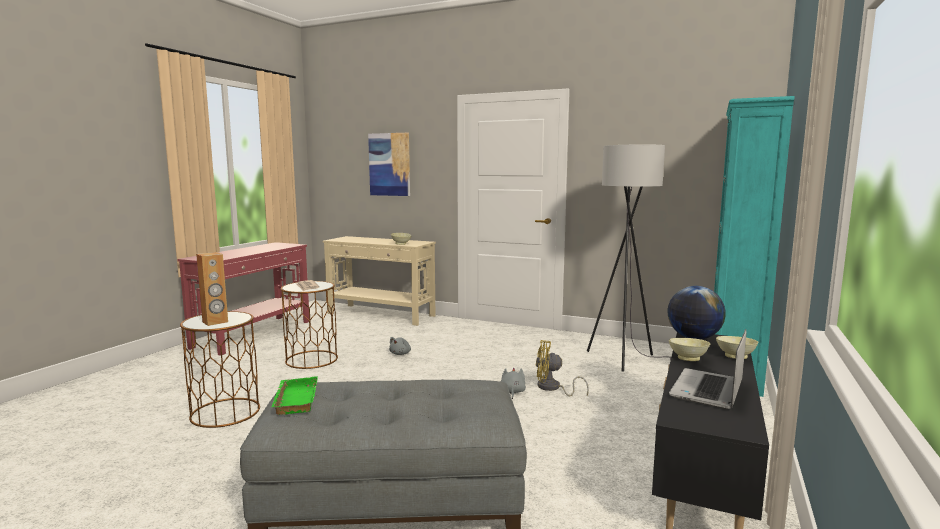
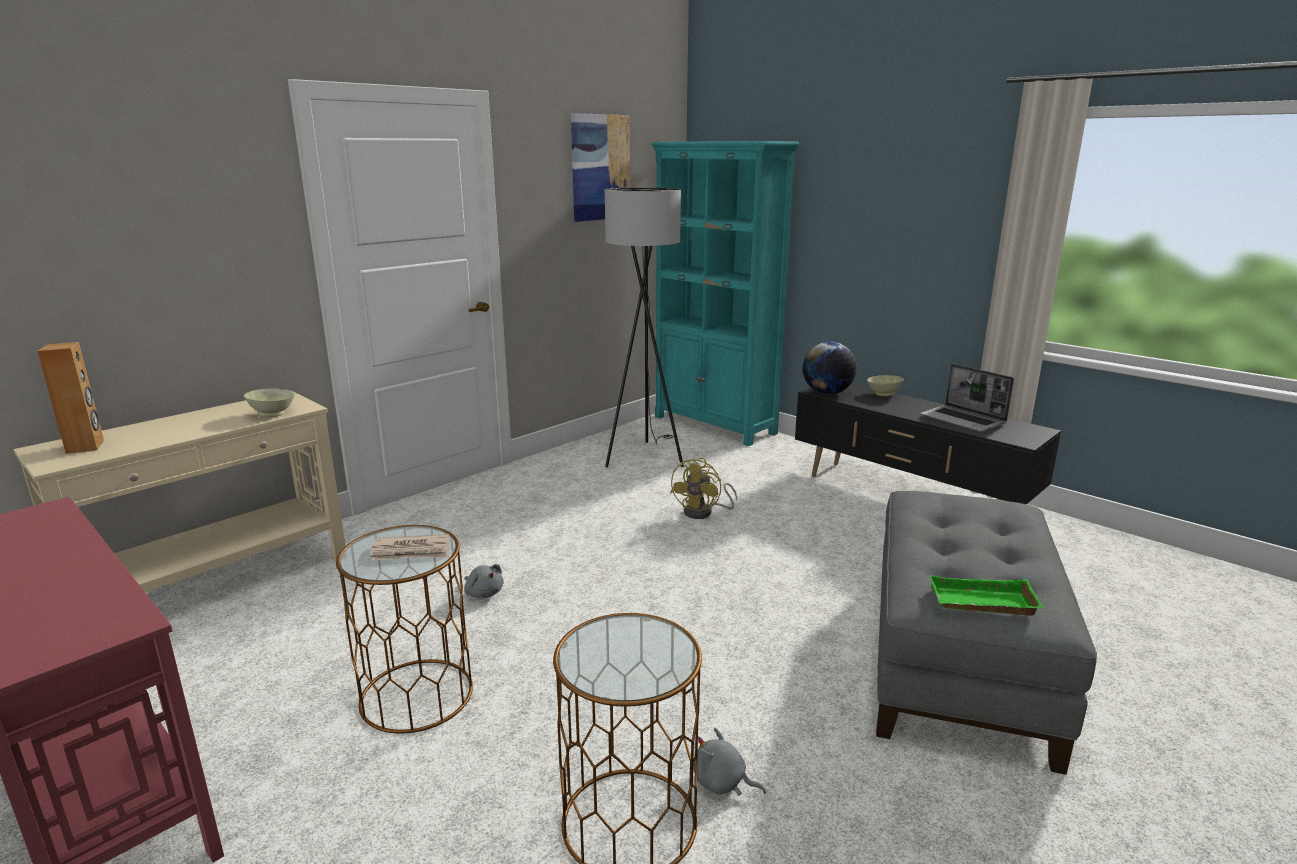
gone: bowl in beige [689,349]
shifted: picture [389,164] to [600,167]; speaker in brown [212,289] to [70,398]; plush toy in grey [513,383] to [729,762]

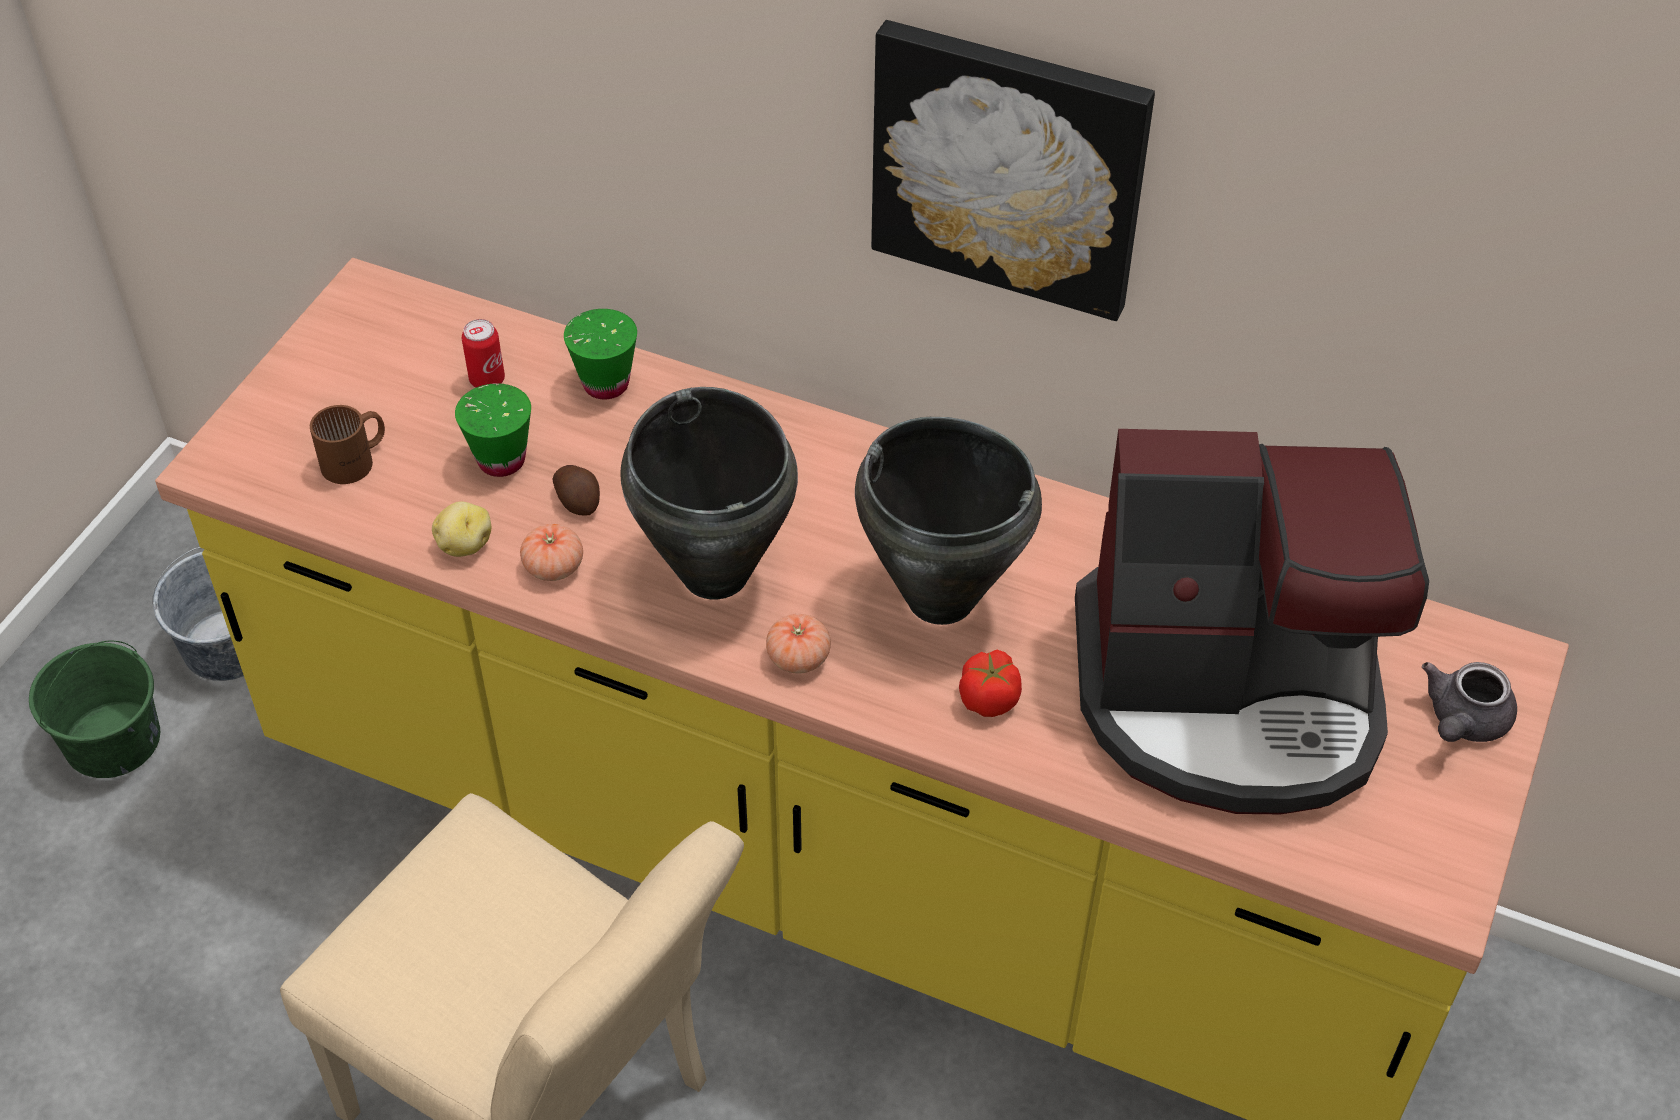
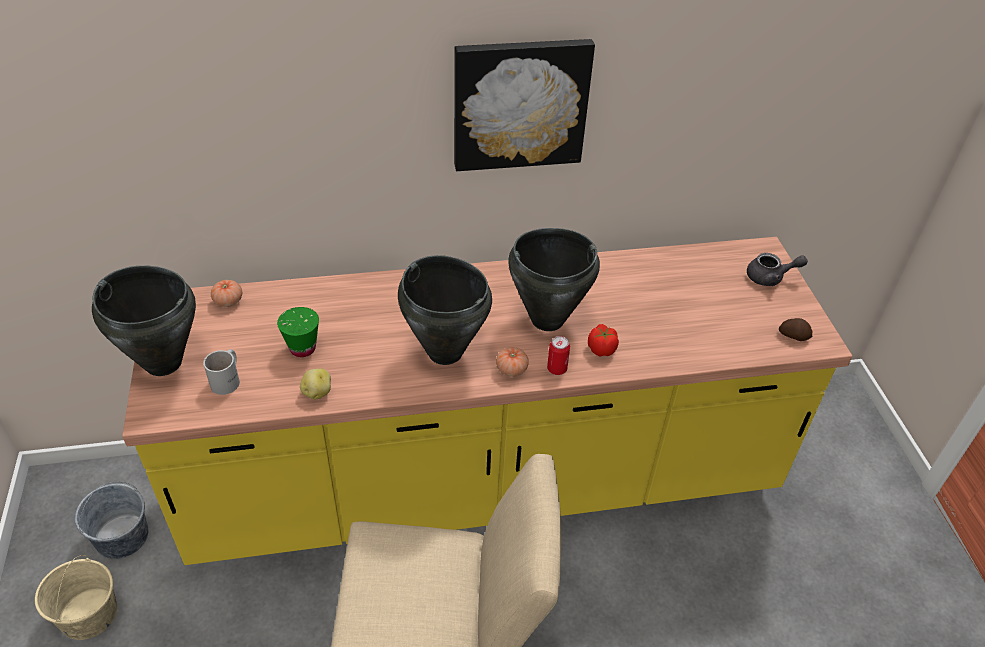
gone: cup in green [600,354]; coffee machine [1252,621]
new: cooking pot in black [144,321]
shifted: can [483,353] to [558,355]; potato [576,490] to [796,329]; tomato [551,552] to [226,293]
repainted: mug in brown [347,444] to mug in white [221,372]; bucket in green [94,709] to bucket in beige [76,597]
rotated: teapot in grey [1469,702] = [777,269] 90 degrees counterclockwise

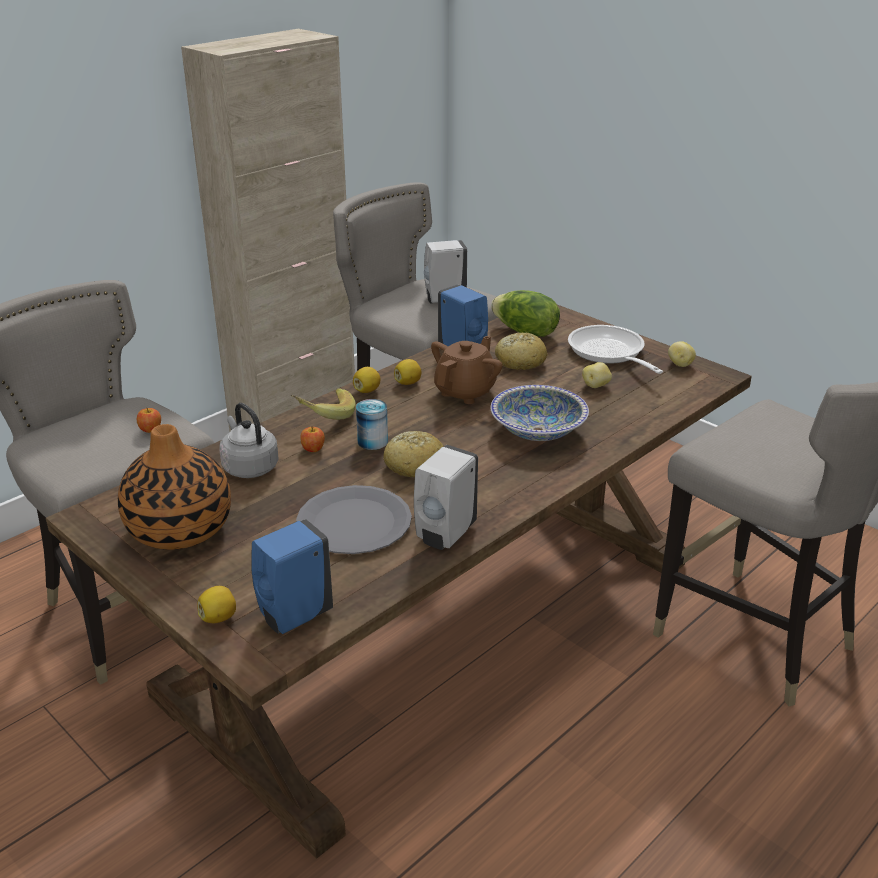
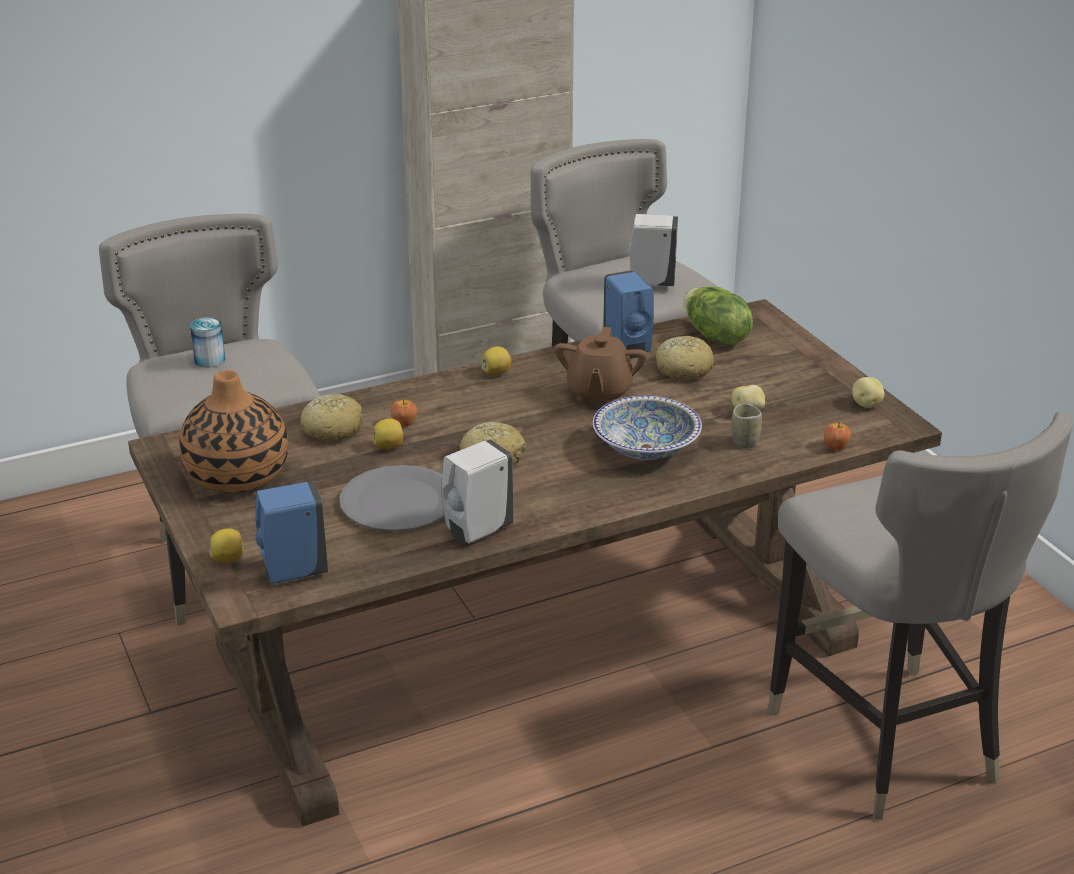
gone: frying pan [615,349]; banana [323,404]
new: cup [746,425]
shifted: lemon [407,372] to [387,433]; can [372,424] to [207,342]; apple [149,420] to [837,436]
swapped: kettle in grey [249,440] to bread [332,417]
rotated: teapot in brown [466,370] = [600,365] 135 degrees clockwise

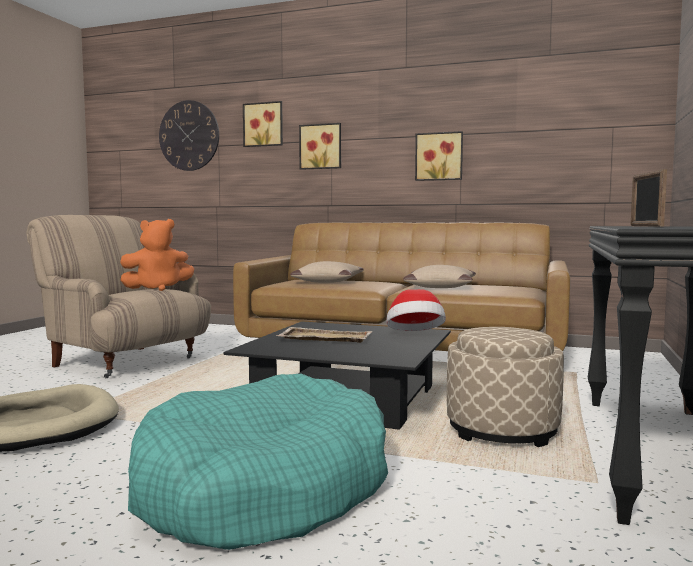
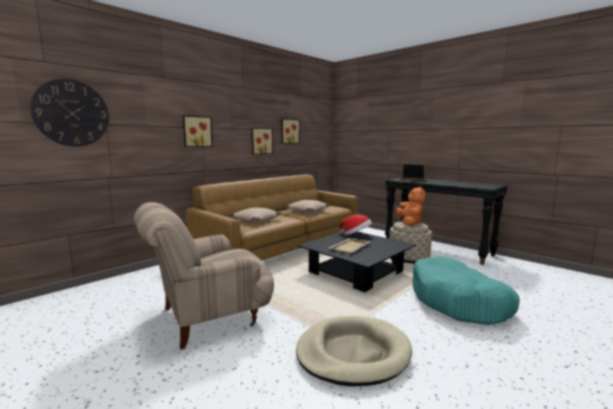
shifted: picture [263,124] to [290,131]; plush toy in orange [157,255] to [410,206]

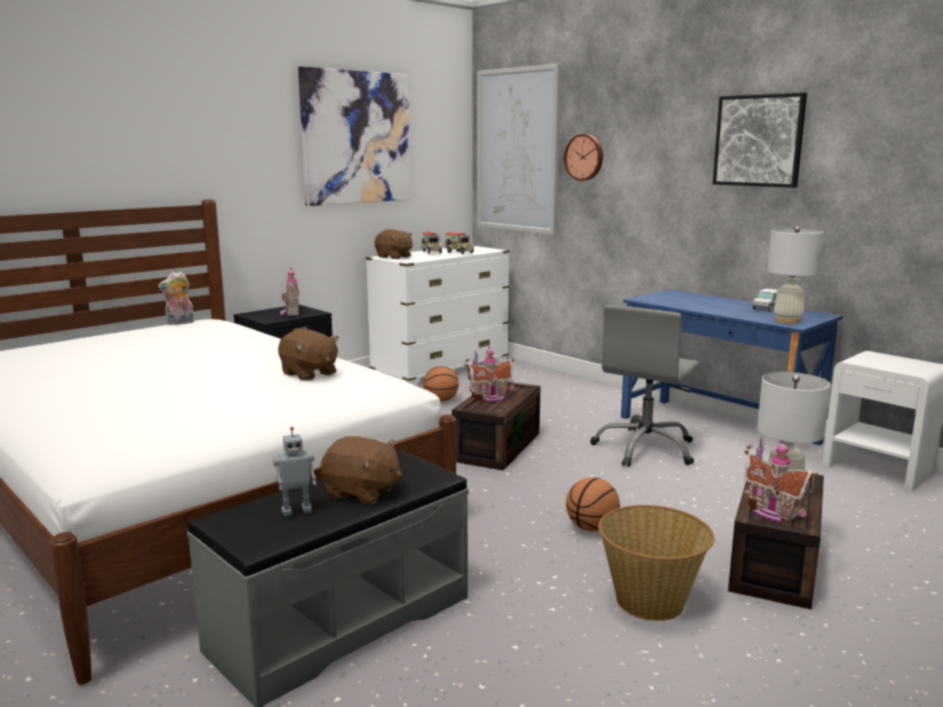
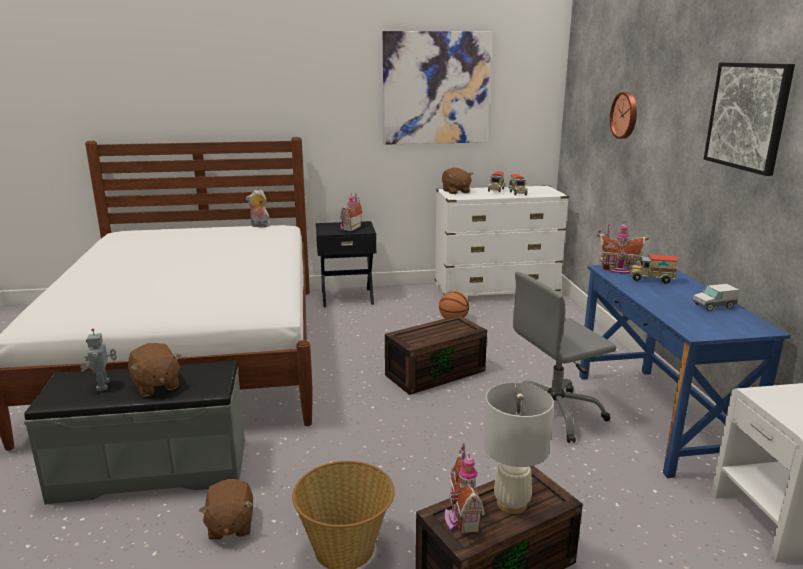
gone: picture [519,149]; table lamp in white [795,275]; basketball [593,504]
new: toy truck [653,269]
shifted: plush toy in brown [308,355] to [226,509]; toy house [490,374] to [623,247]
rotated: toy robot [294,472] = [98,360] 60 degrees clockwise

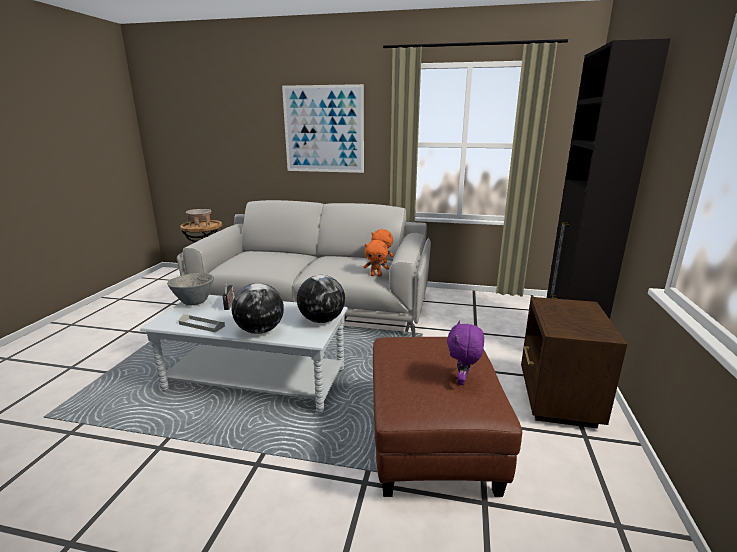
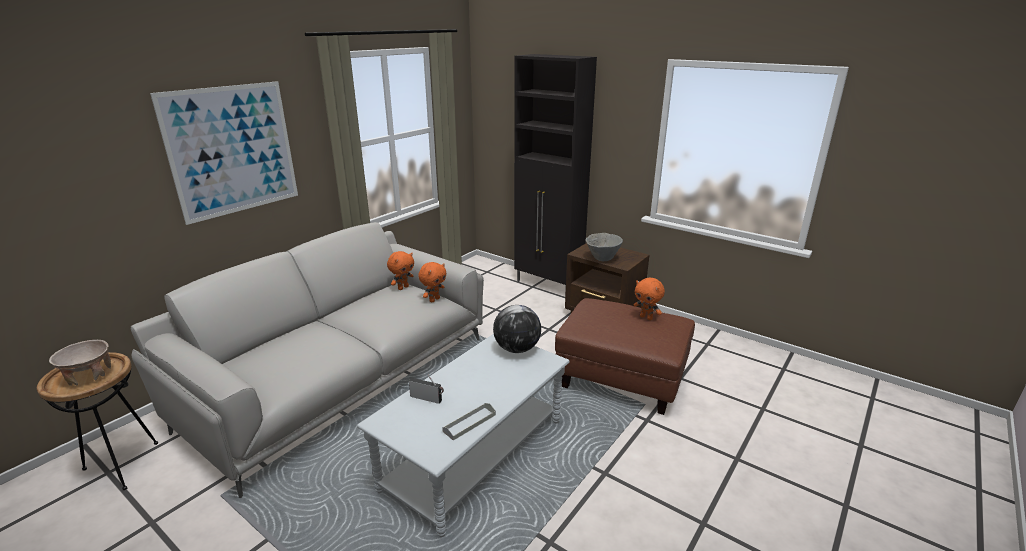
gone: globe [258,308]
shifted: bowl in grey [190,289] to [604,247]
repainted: plush toy in purple [465,353] to plush toy in orange [649,299]

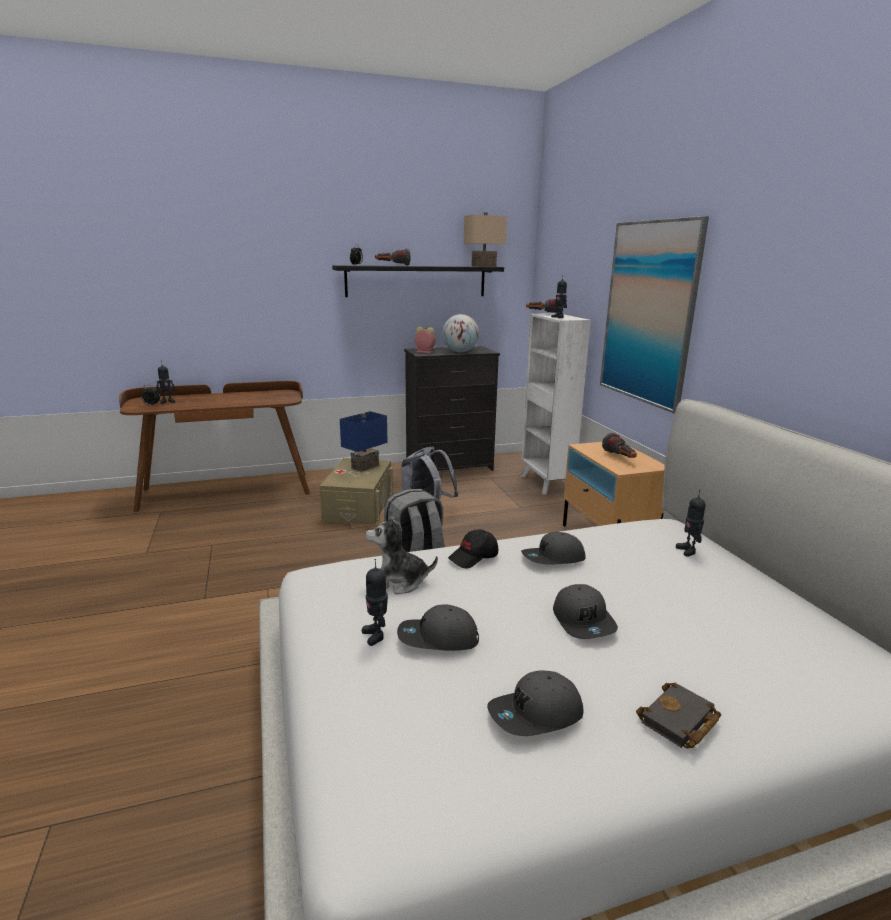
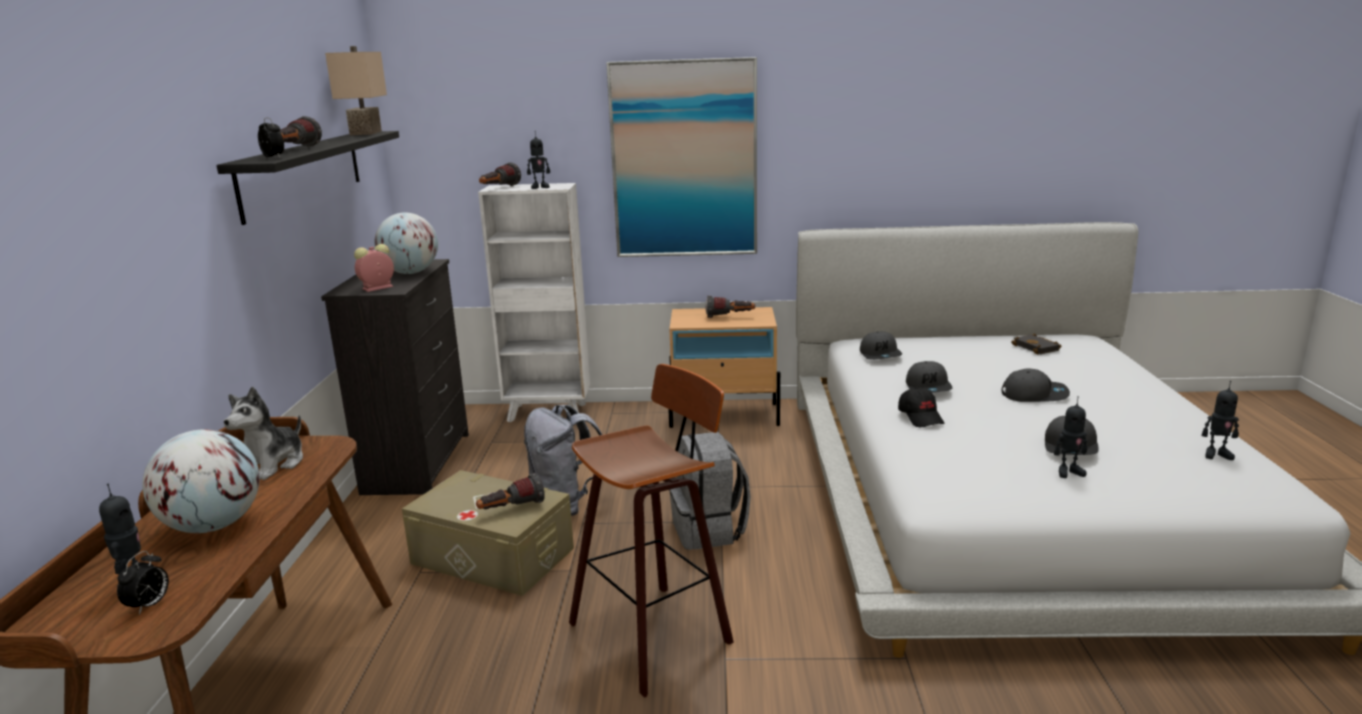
gone: table lamp in blue [364,441]
new: stool [651,531]; globe [201,481]; flashlight [510,491]
shifted: toy robot [691,523] to [1220,420]; plush toy [401,554] to [263,433]; cap in grey [535,703] to [881,345]; book in black [678,716] to [1036,344]

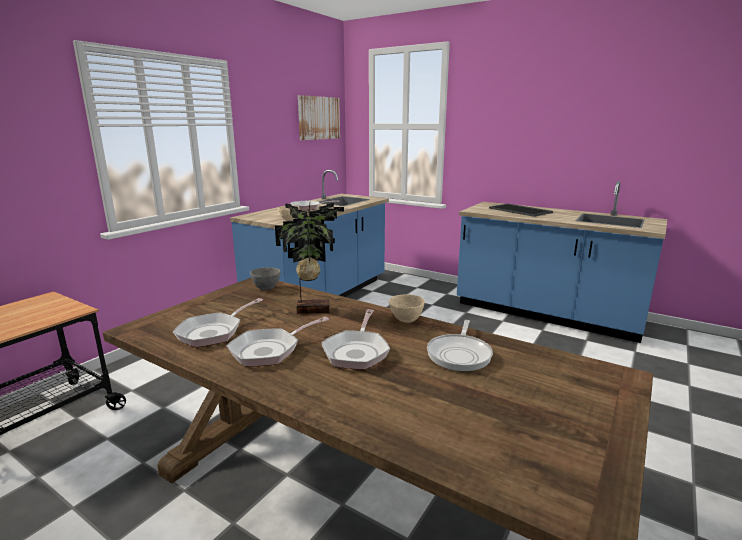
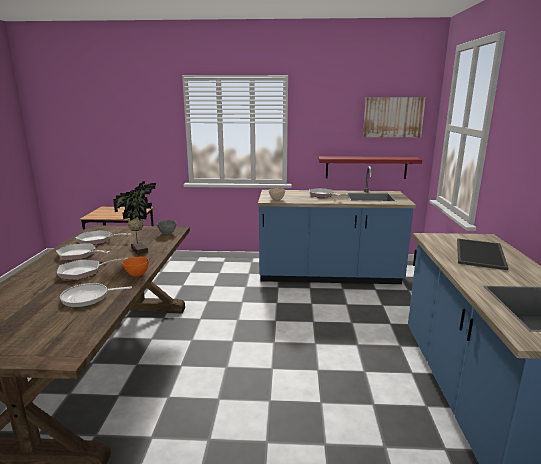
new: shelf in red [370,167]
repainted: bowl in beige [407,308] to bowl in orange [135,266]

